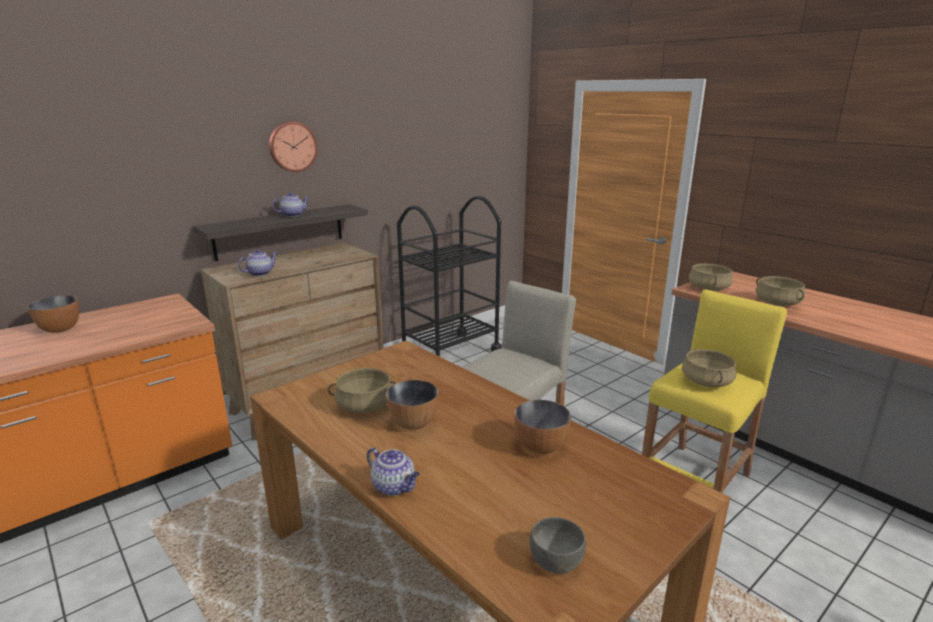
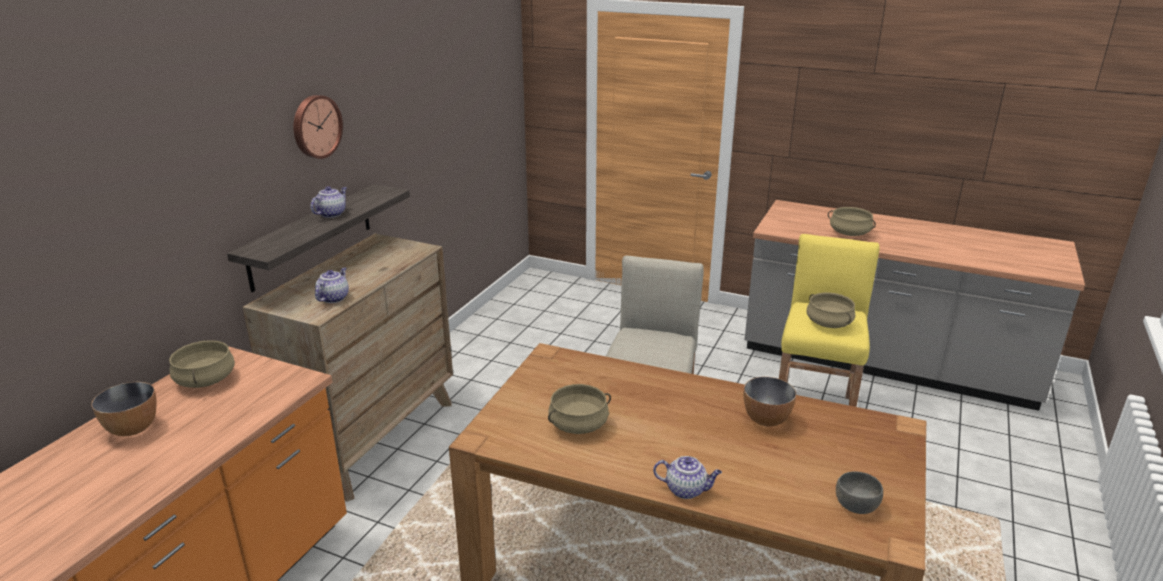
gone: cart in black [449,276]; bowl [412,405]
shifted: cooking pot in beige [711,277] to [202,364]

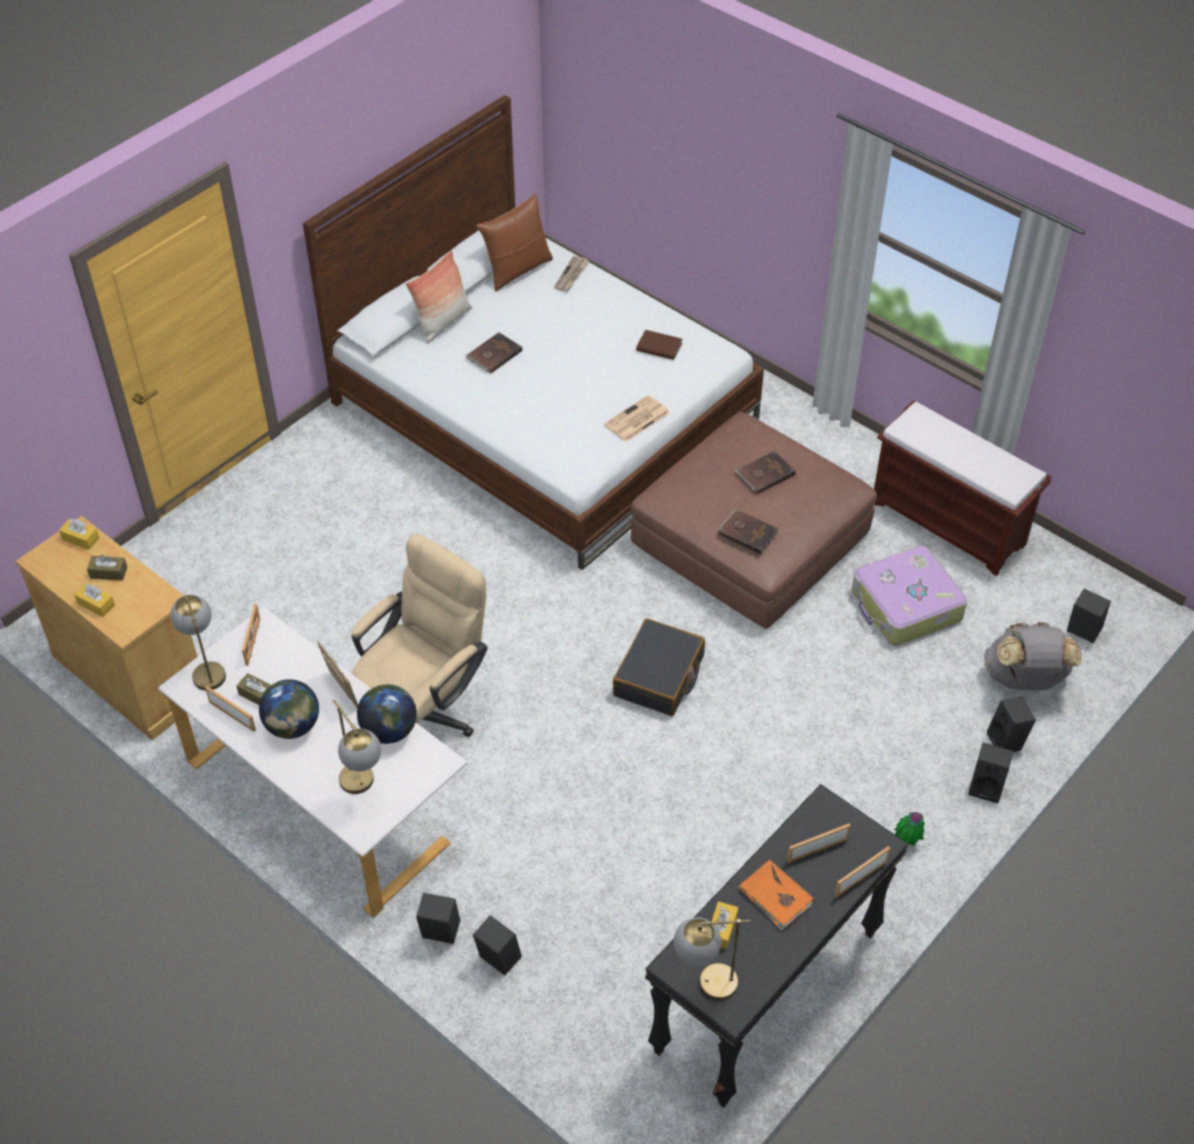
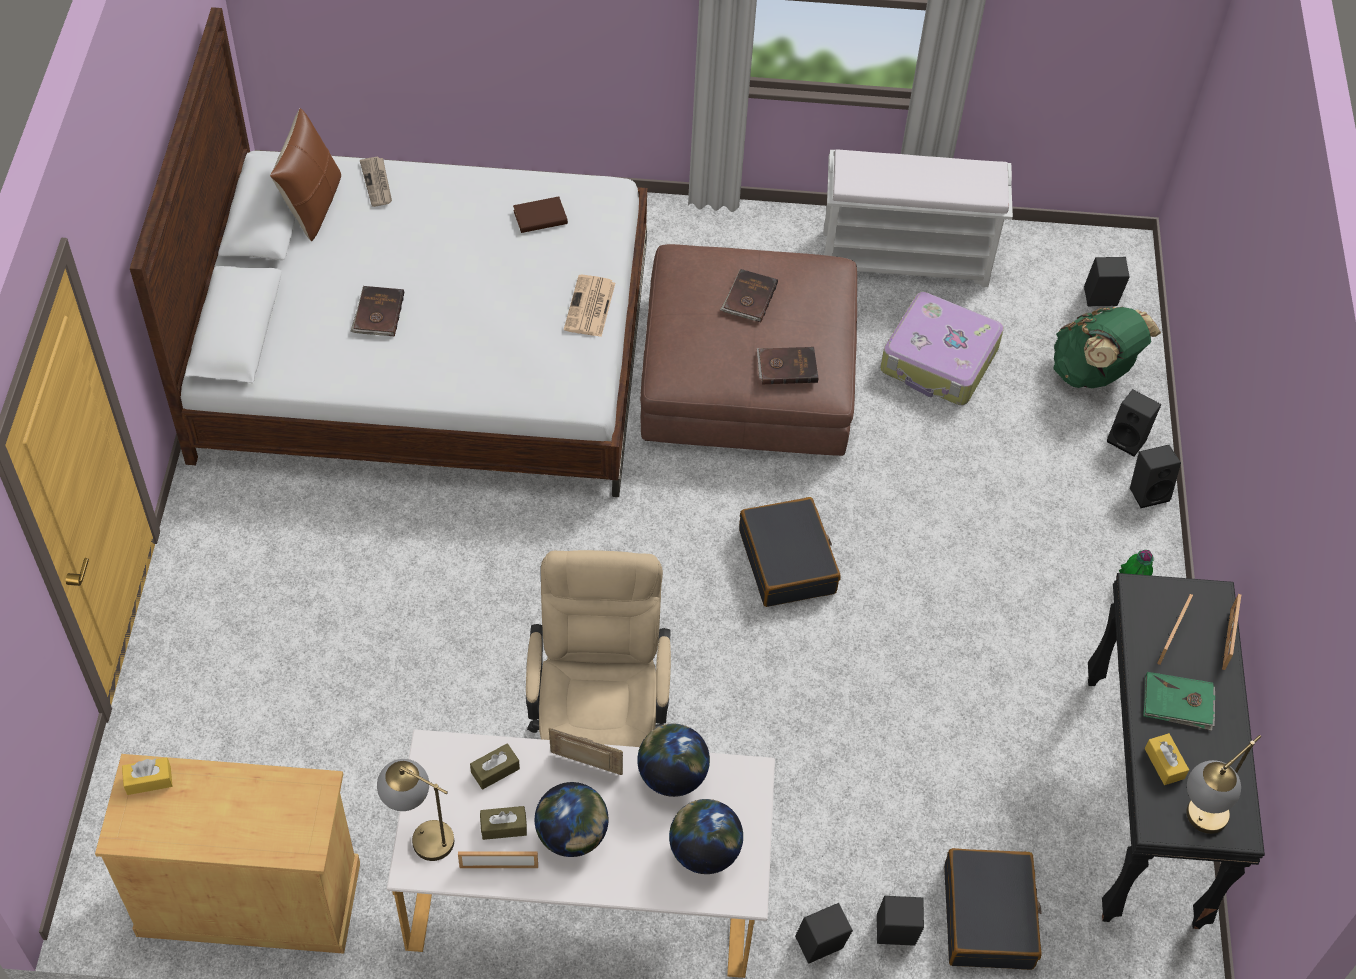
gone: pillow [439,297]; tissue box in yellow [94,600]; picture frame [251,635]
new: suitcase in black [993,909]
shifted: tissue box in brown [107,568] to [495,766]
swapped: table lamp [357,747] to globe [706,836]
repainted: bench in brown [963,488] to bench in white [918,218]; backpack in grey [1033,656] to backpack in green [1107,347]; book in orange [776,895] to book in green [1179,701]

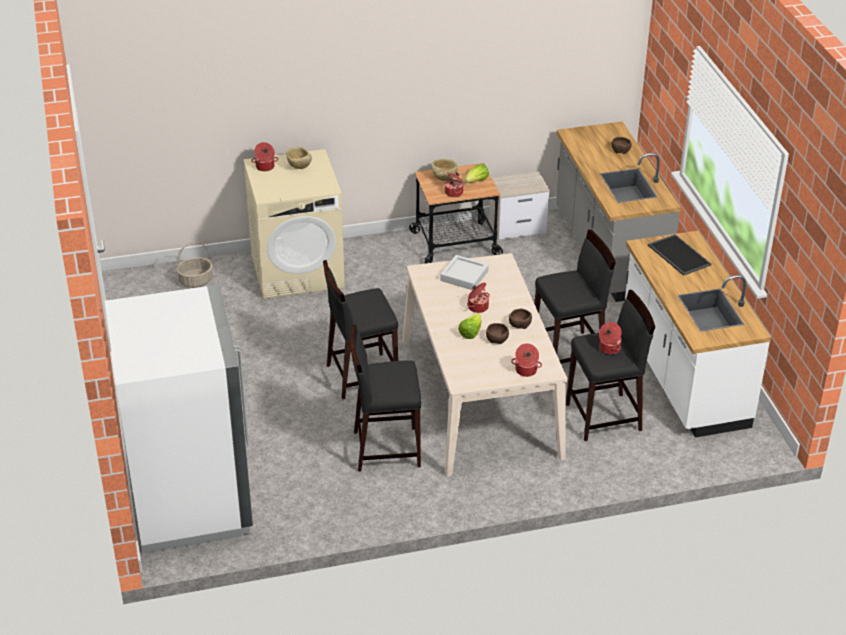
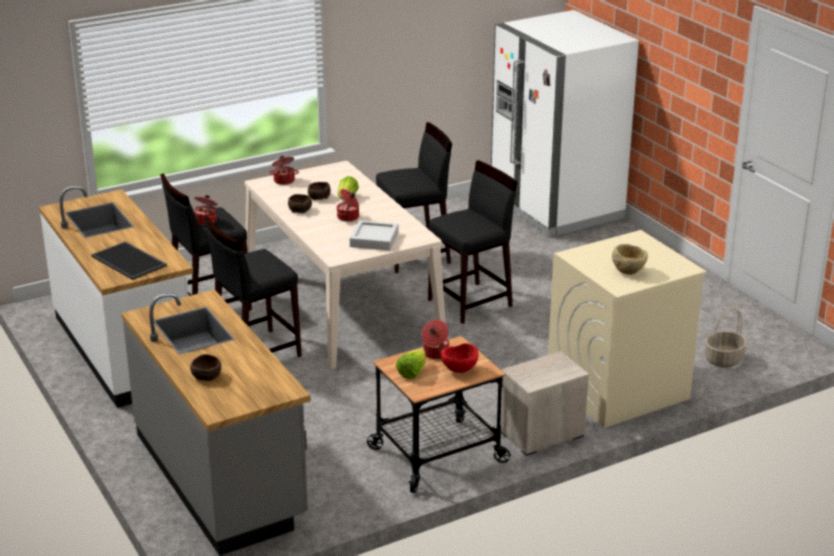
gone: cooking pot [264,156]
shifted: nightstand [519,205] to [545,403]
repainted: bowl in beige [445,170] to bowl in red [460,358]

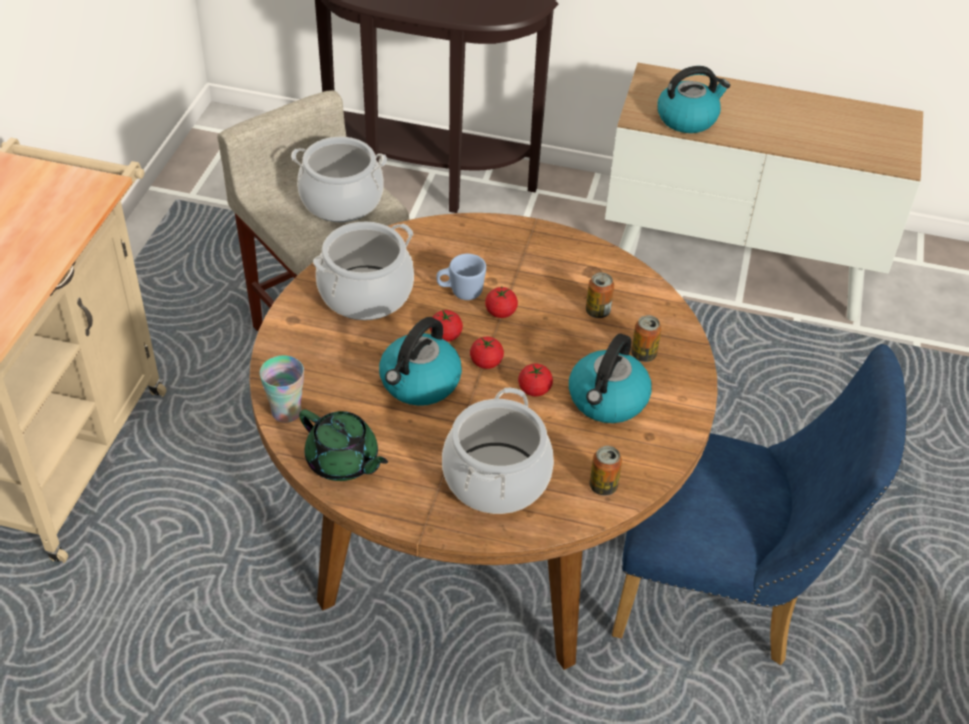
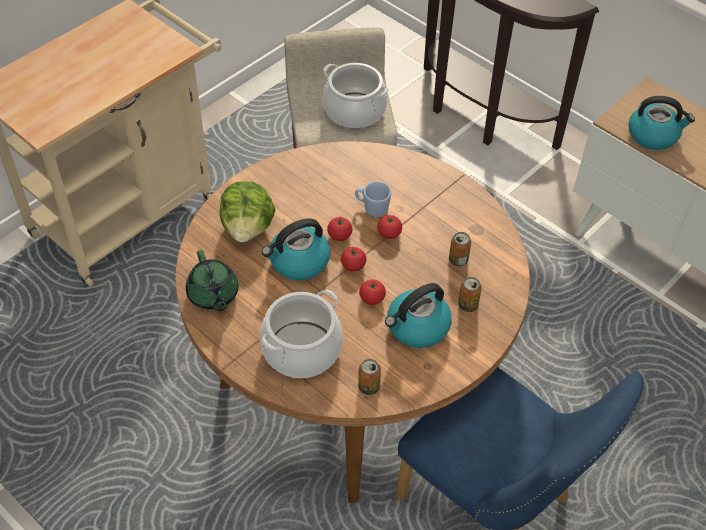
gone: cooking pot [363,271]; cup [282,389]
new: lettuce [248,211]

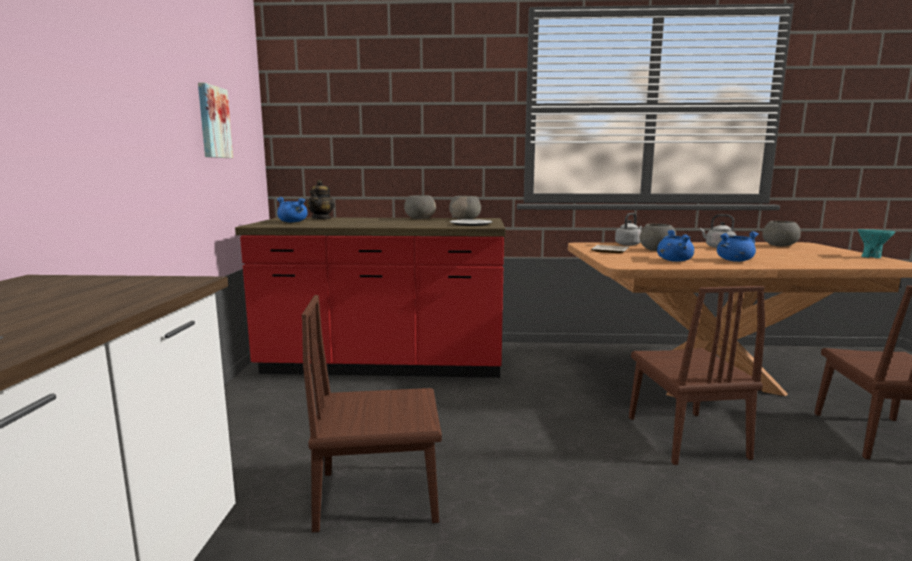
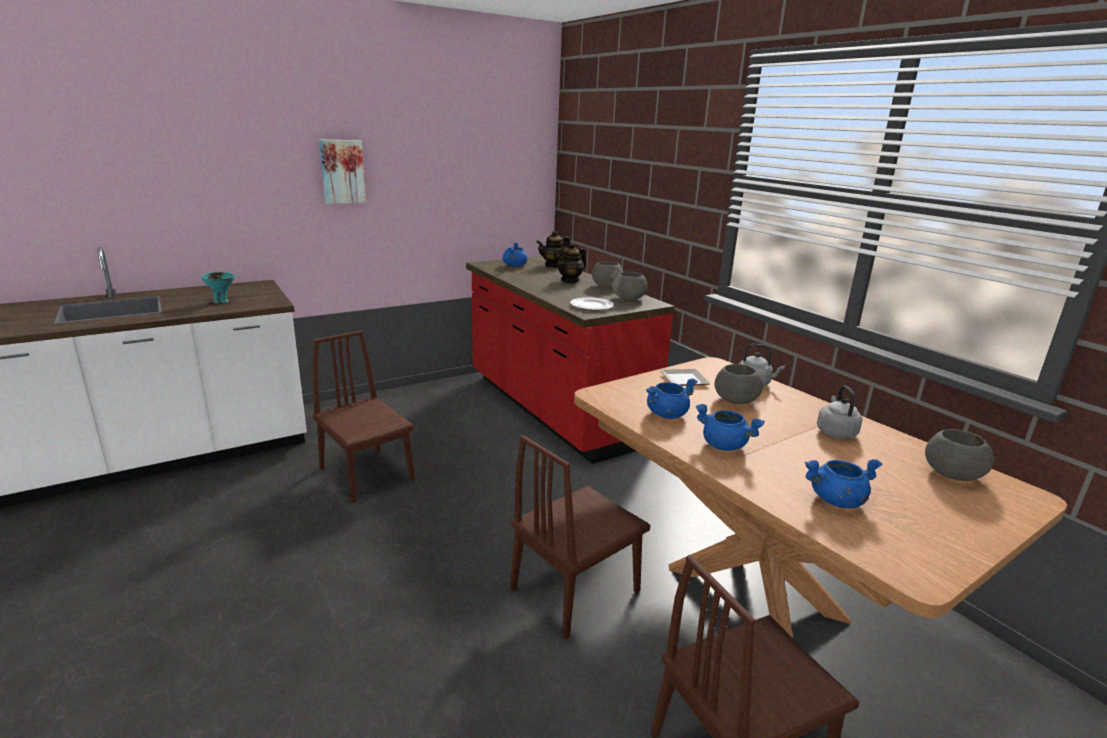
new: teapot [571,262]; cooking pot in blue [843,483]
shifted: picture [215,120] to [342,172]; bowl in turquoise [876,243] to [218,288]

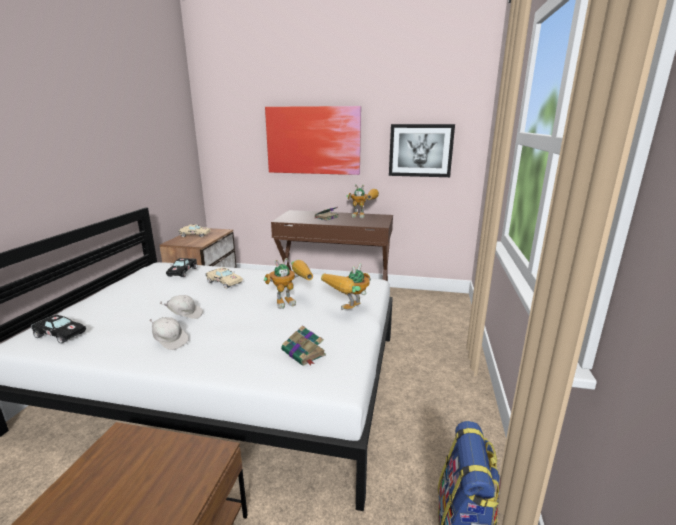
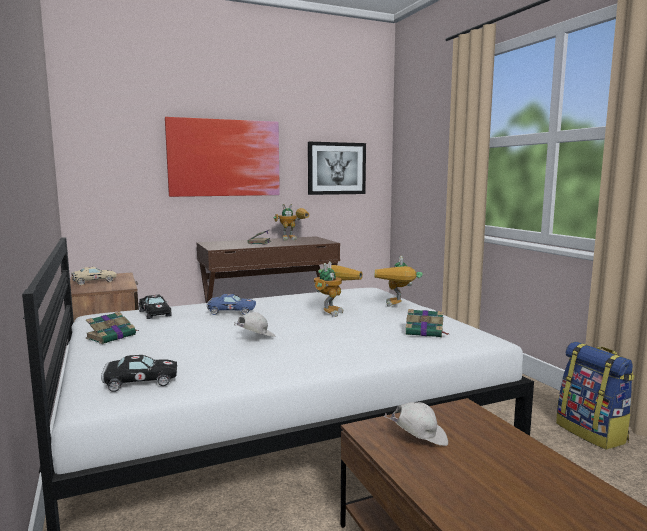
new: book [112,328]
shifted: cap in white [169,333] to [416,424]
repainted: toy car in beige [224,278] to toy car in blue [231,304]

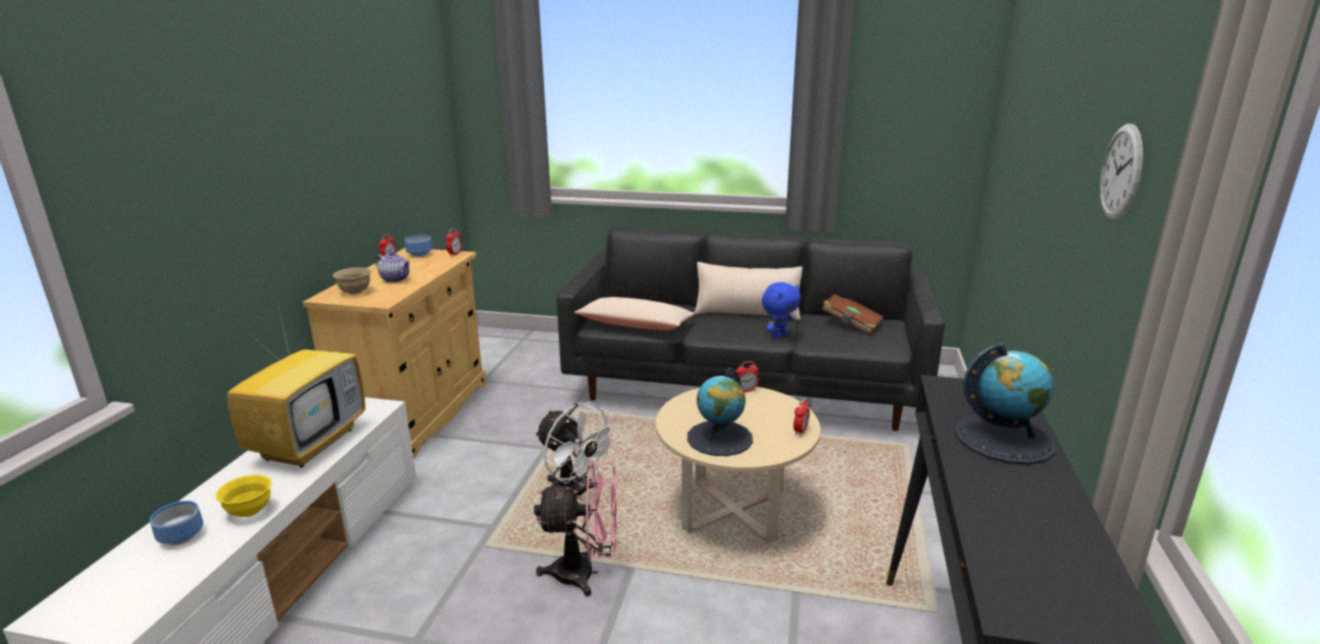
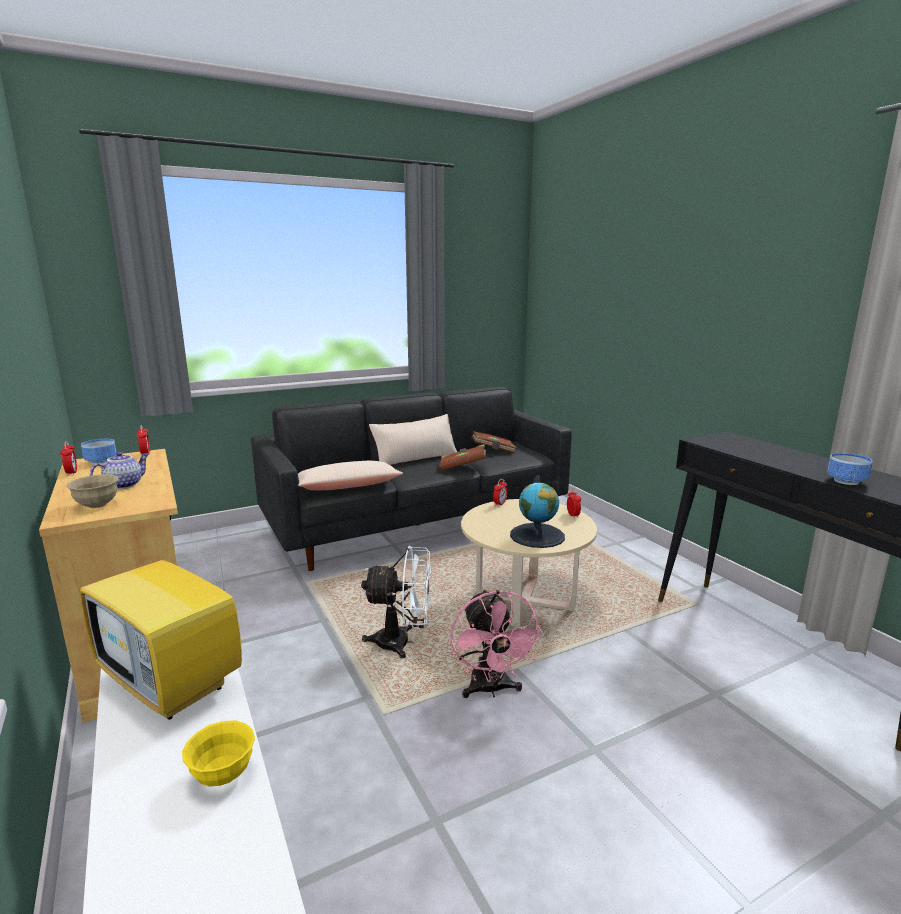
gone: wall clock [1121,172]; globe [1005,404]
shifted: bowl [176,523] to [850,469]
swapped: plush toy in blue [781,310] to book in brown [462,457]
rotated: teapot [393,267] = [119,470] 45 degrees counterclockwise; television [296,383] = [161,617] 150 degrees clockwise; fan in pink [575,528] = [497,643] 120 degrees clockwise

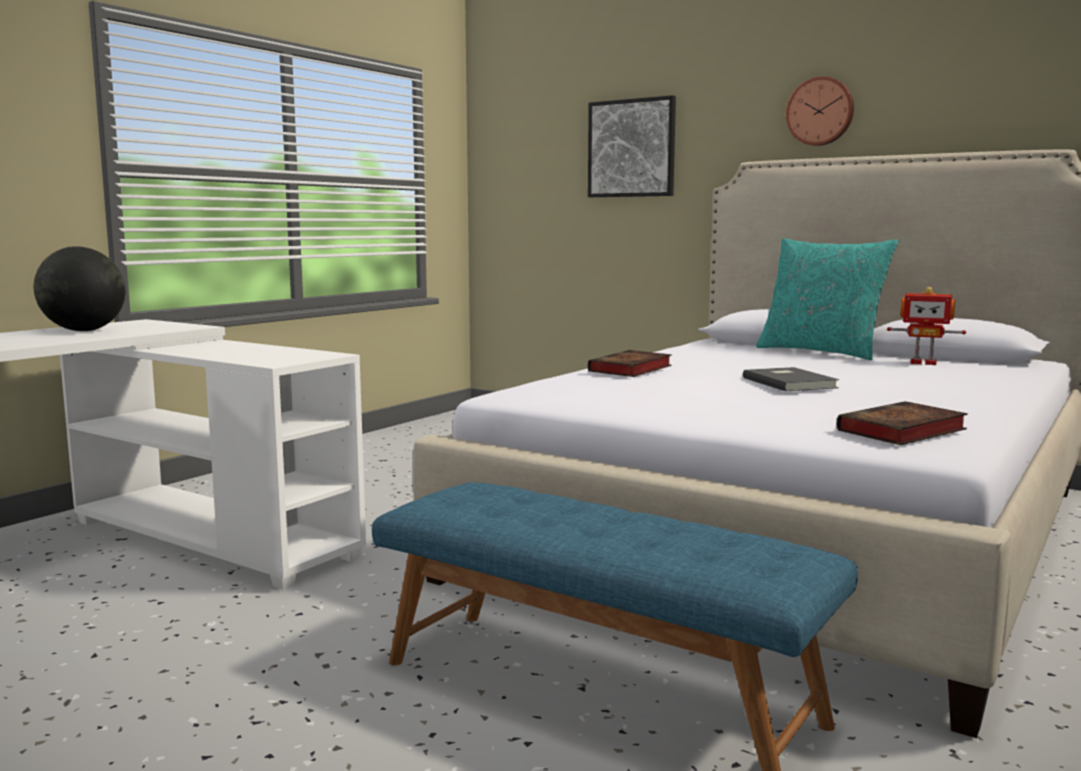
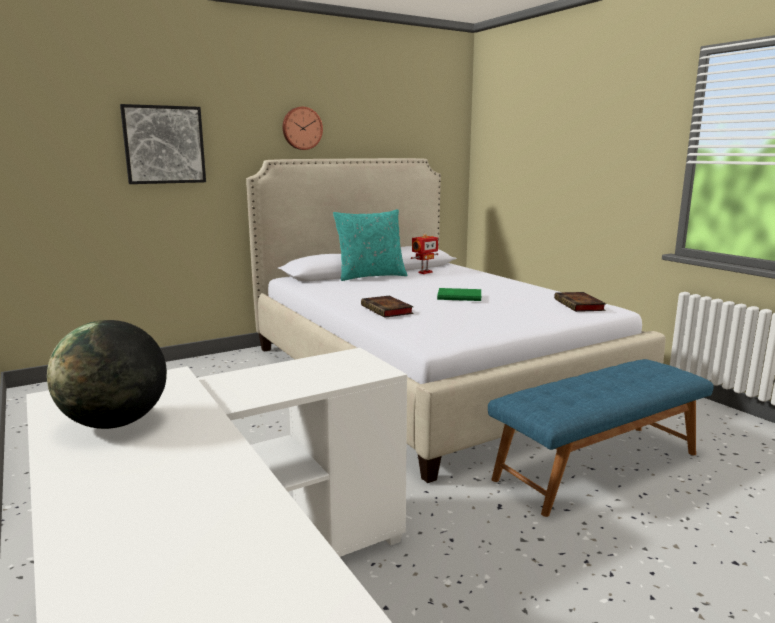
repainted: book in grey [791,379] to book in green [459,294]

